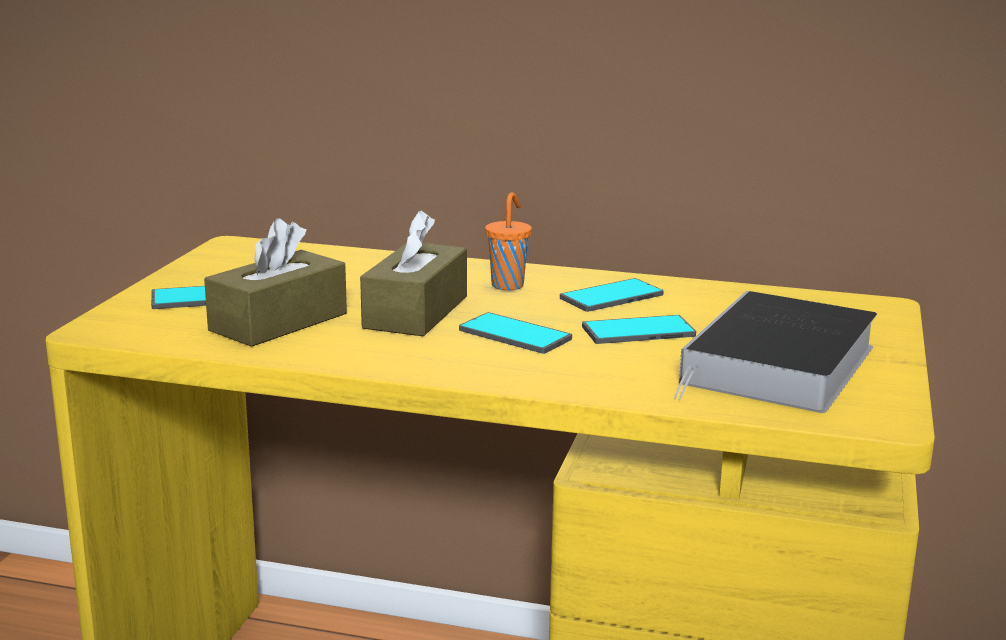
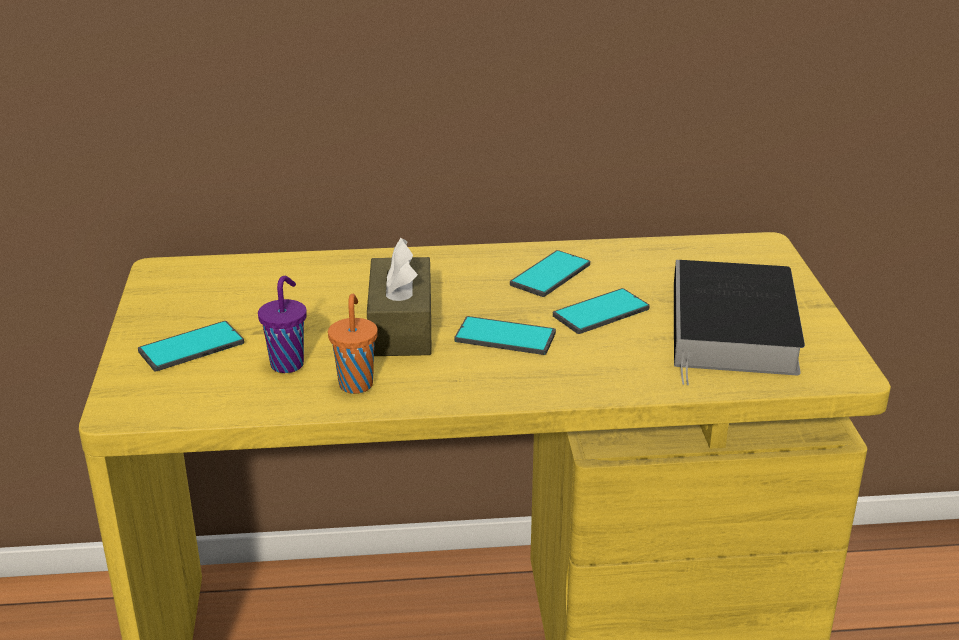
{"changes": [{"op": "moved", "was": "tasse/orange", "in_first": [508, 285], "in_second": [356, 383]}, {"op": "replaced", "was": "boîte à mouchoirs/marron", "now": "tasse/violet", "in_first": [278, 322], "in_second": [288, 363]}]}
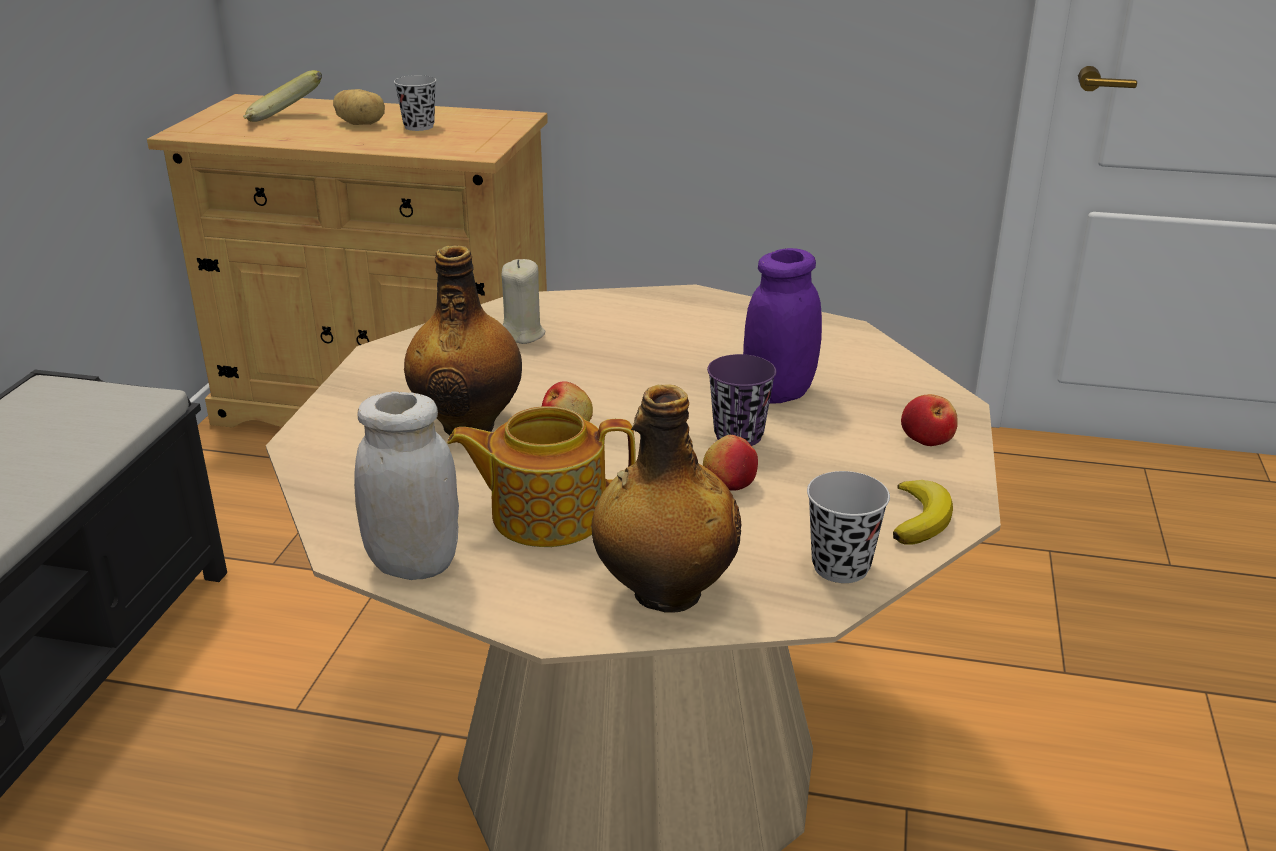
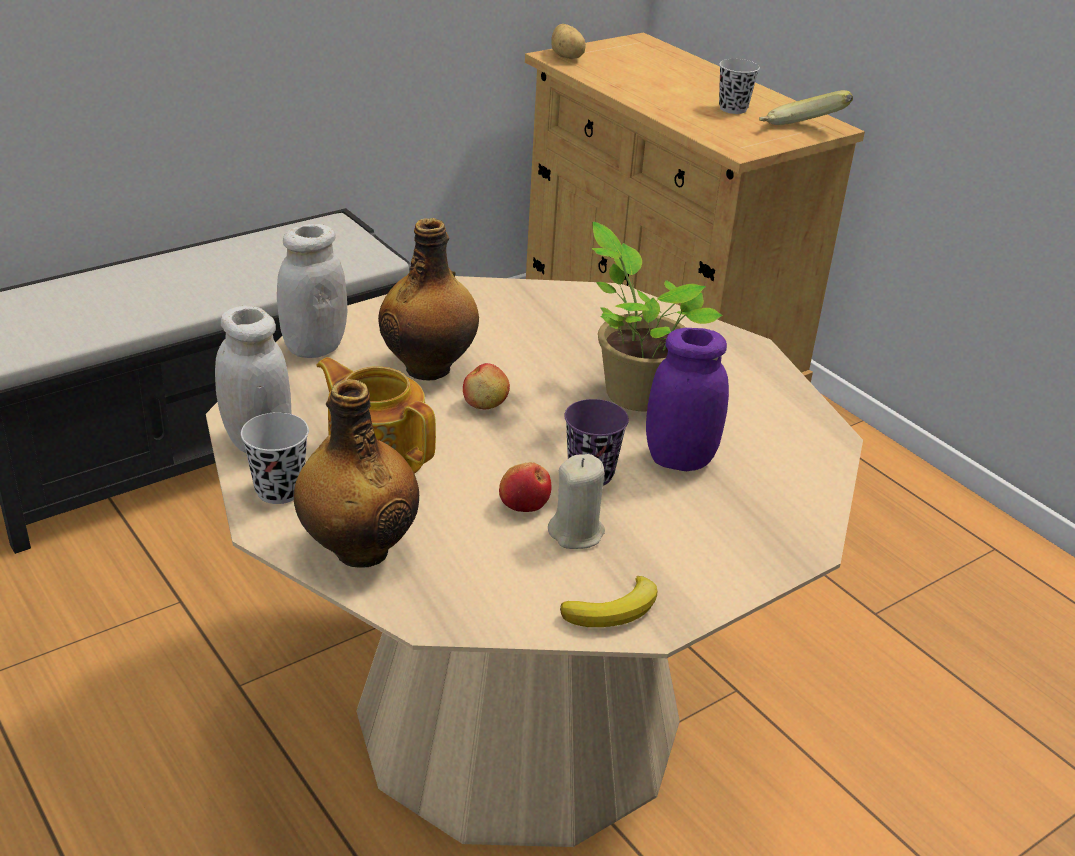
{"changes": [{"op": "moved", "was": "banane", "in_first": [284, 121], "in_second": [800, 131]}, {"op": "moved", "was": "pomme de terre", "in_first": [361, 124], "in_second": [567, 56]}, {"op": "moved", "was": "bougie/beige", "in_first": [522, 334], "in_second": [576, 533]}, {"op": "removed", "was": "pomme", "in_first": [927, 439]}, {"op": "moved", "was": "tasse/noir", "in_first": [840, 567], "in_second": [279, 490]}, {"op": "added", "now": "plante en pot", "in_second": [634, 392]}, {"op": "added", "now": "bocal/blanc", "in_second": [314, 347]}]}
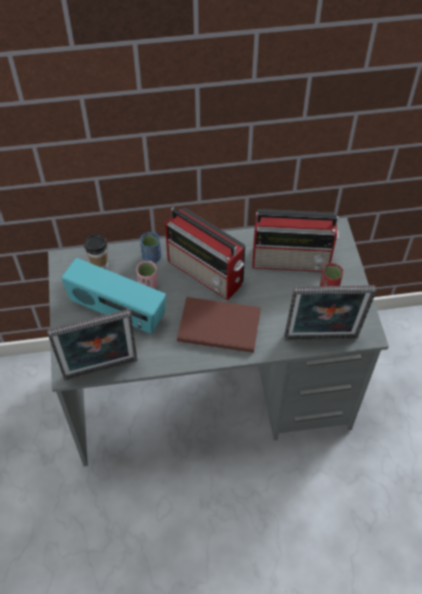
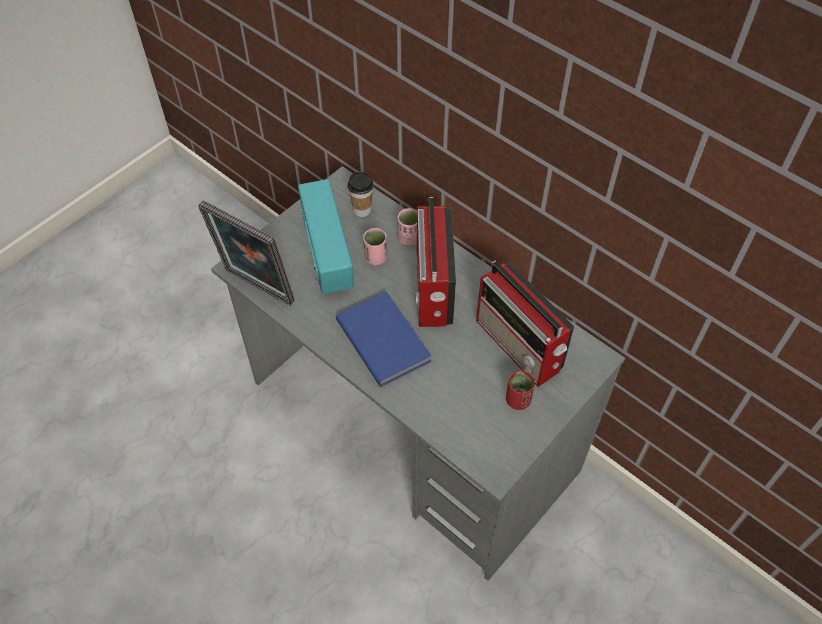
{"changes": [{"op": "recoloured", "was": "tasse/bleu", "now": "tasse/rose", "in_first": [151, 257], "in_second": [409, 238]}, {"op": "removed", "was": "cadre photo", "in_first": [321, 341]}, {"op": "recoloured", "was": "livre/marron", "now": "livre/bleu", "in_first": [218, 325], "in_second": [384, 339]}]}
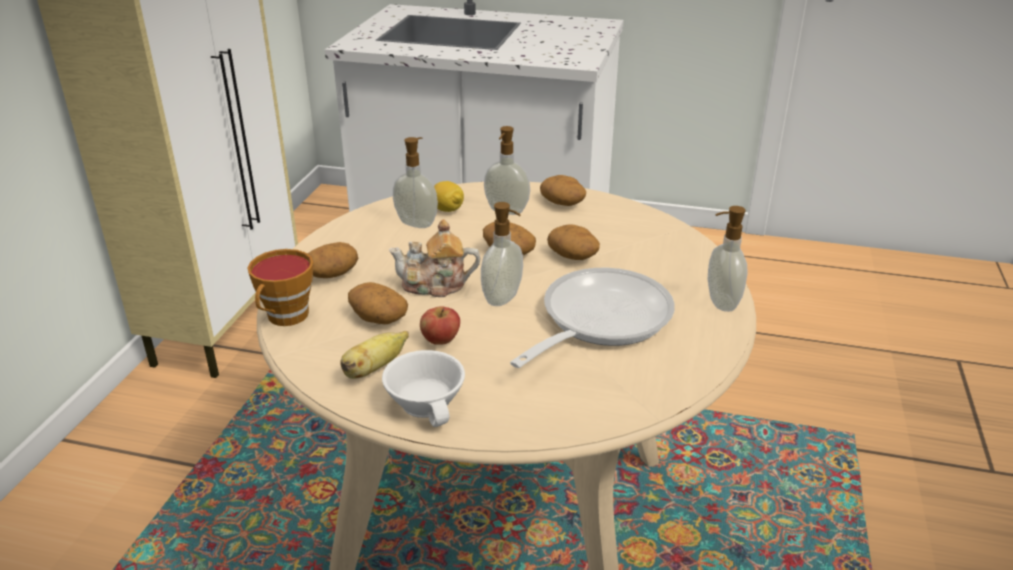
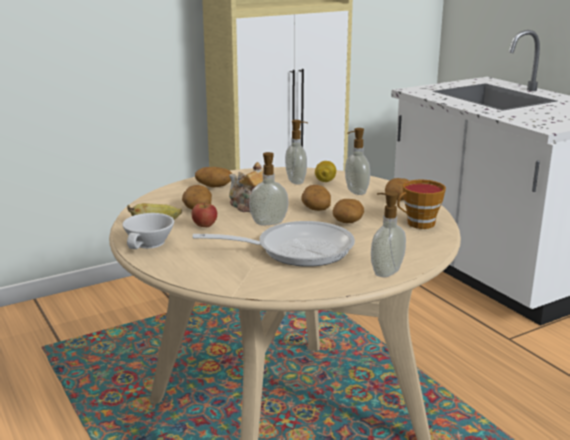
{"changes": [{"op": "moved", "was": "tasse", "in_first": [285, 318], "in_second": [418, 224]}]}
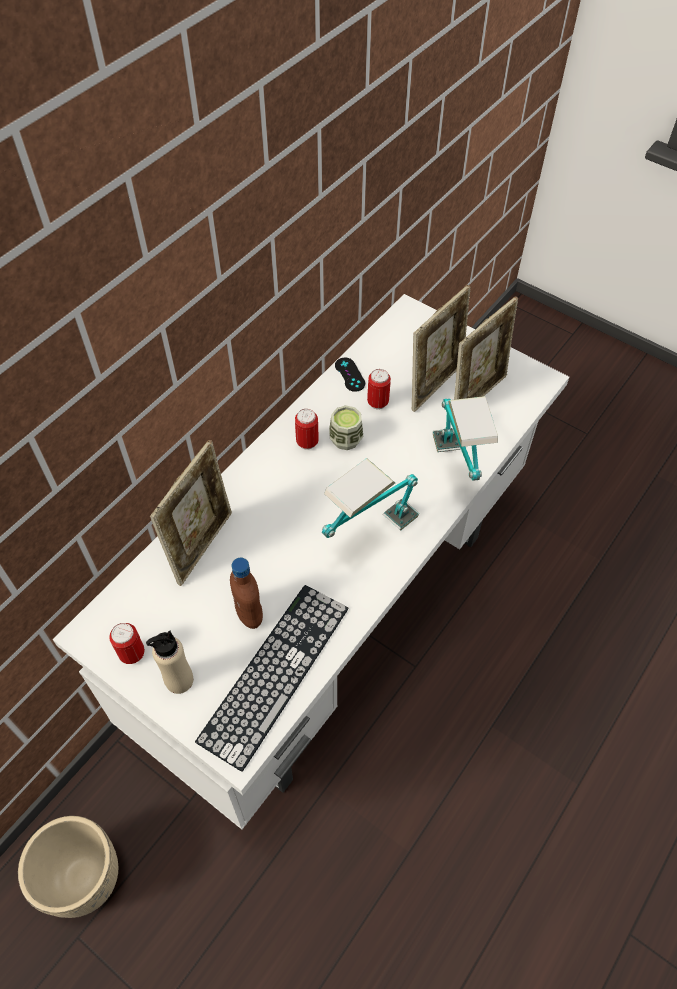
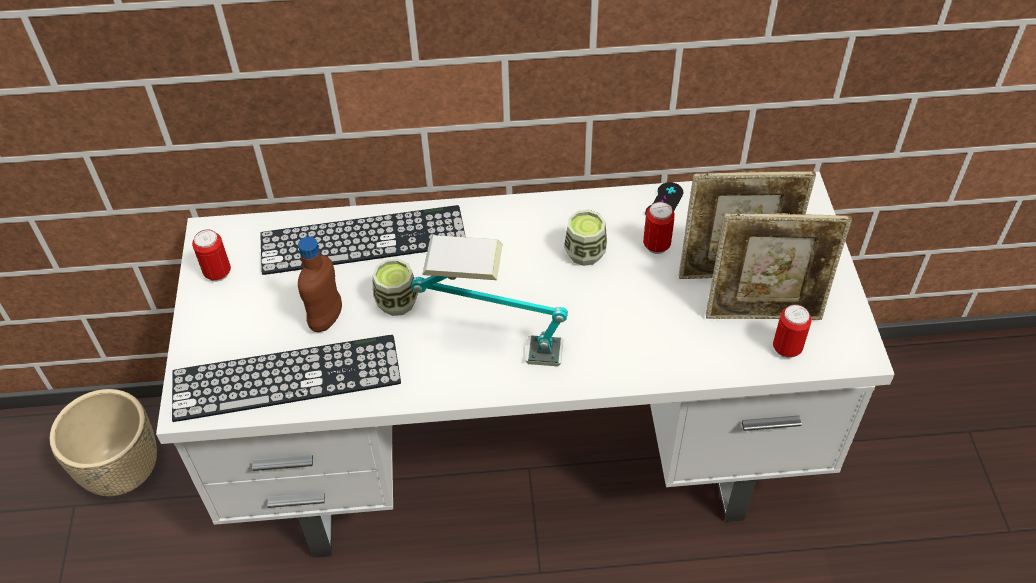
{"changes": [{"op": "removed", "was": "lampe de table", "in_first": [454, 473]}, {"op": "moved", "was": "boîte métallique", "in_first": [307, 442], "in_second": [786, 348]}, {"op": "replaced", "was": "cadre photo", "now": "clavier", "in_first": [202, 545], "in_second": [363, 240]}, {"op": "removed", "was": "bouteille/beige", "in_first": [179, 680]}, {"op": "added", "now": "tasse", "in_second": [397, 302]}]}
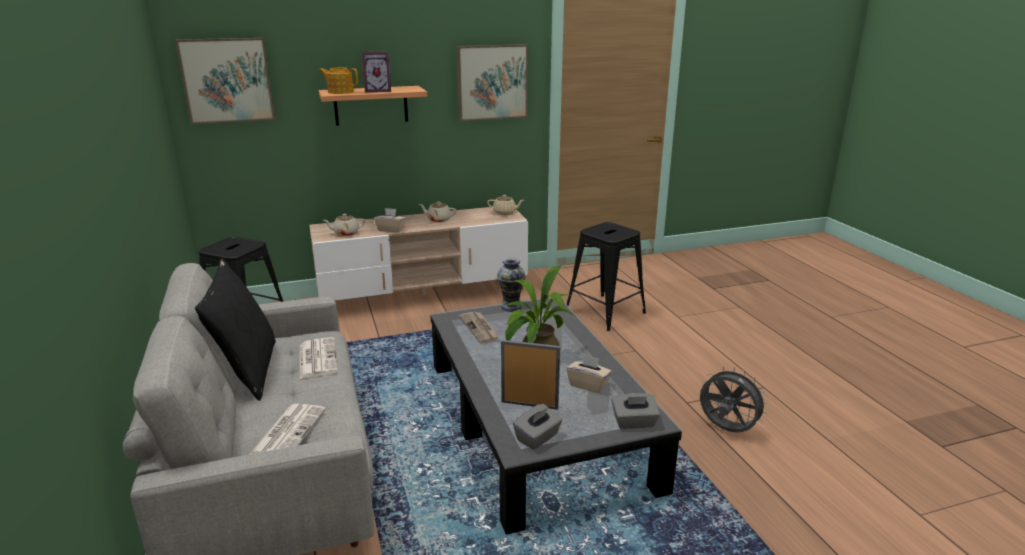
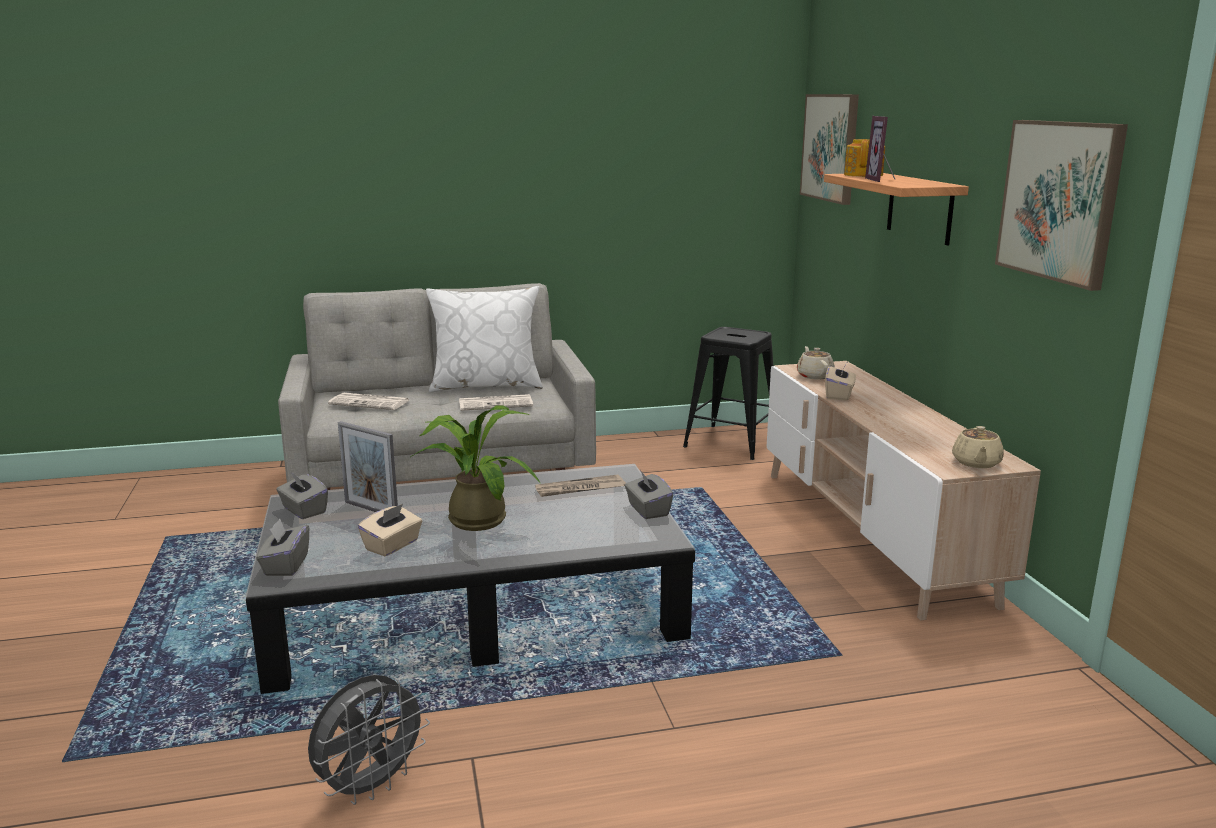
{"changes": [{"op": "removed", "was": "théière/beige", "in_first": [438, 220]}, {"op": "removed", "was": "tabouret/noir", "in_first": [605, 312]}, {"op": "recoloured", "was": "coussin/noir", "now": "coussin/blanc", "in_first": [247, 371], "in_second": [486, 385]}, {"op": "replaced", "was": "vase", "now": "boîte à mouchoirs/gris", "in_first": [511, 307], "in_second": [647, 510]}, {"op": "turned", "was": "cadre photo", "in_first": [529, 405], "in_second": [371, 509], "clockwise": 105}]}
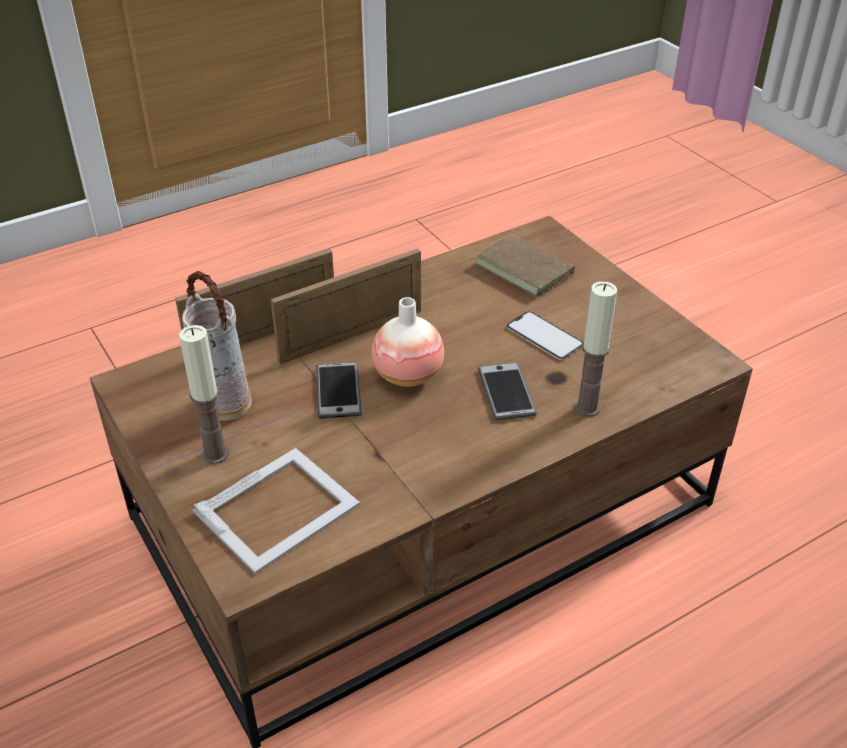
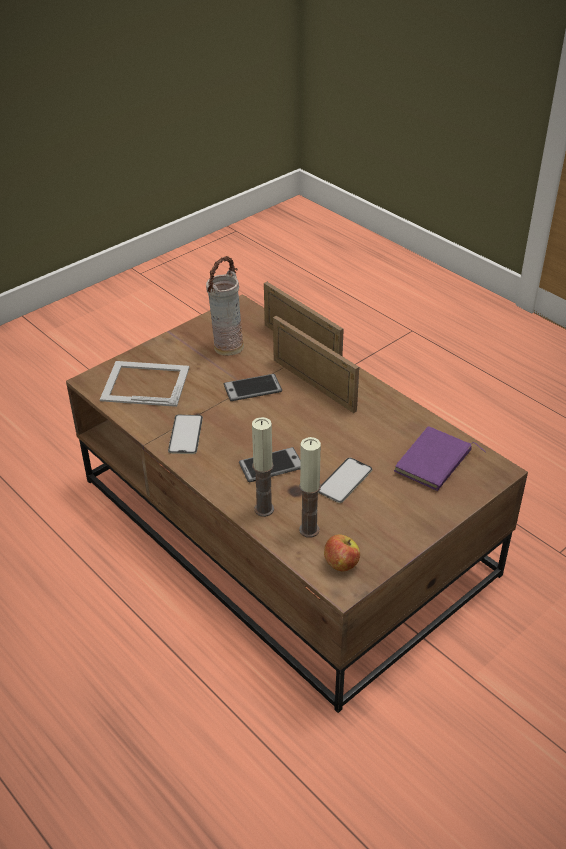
{"changes": [{"op": "recoloured", "was": "livre/marron", "now": "livre/violet", "in_first": [526, 268], "in_second": [435, 463]}, {"op": "removed", "was": "vase", "in_first": [408, 375]}, {"op": "moved", "was": "bougie", "in_first": [215, 454], "in_second": [309, 530]}, {"op": "turned", "was": "cadre photo", "in_first": [279, 508], "in_second": [144, 383], "clockwise": 150}, {"op": "added", "now": "téléphone", "in_second": [185, 434]}, {"op": "added", "now": "pomme", "in_second": [341, 564]}]}
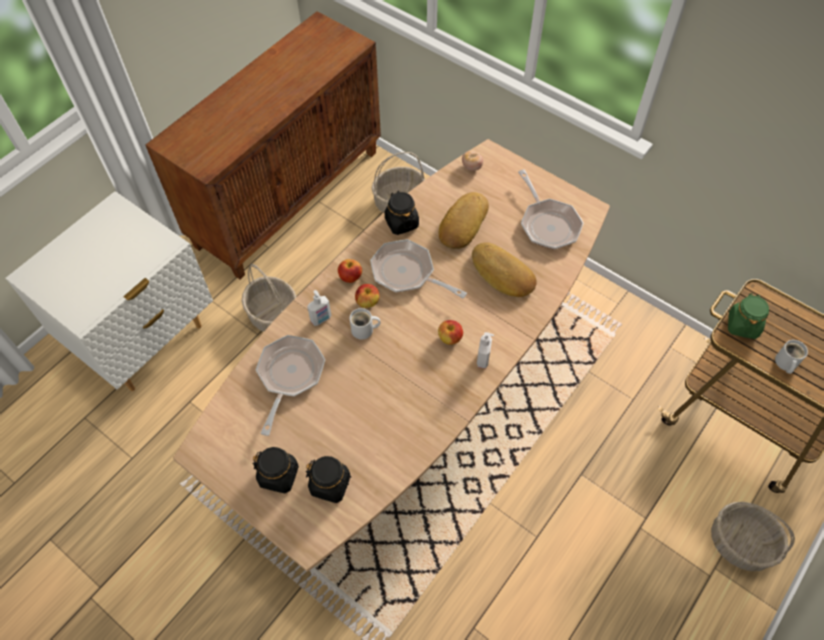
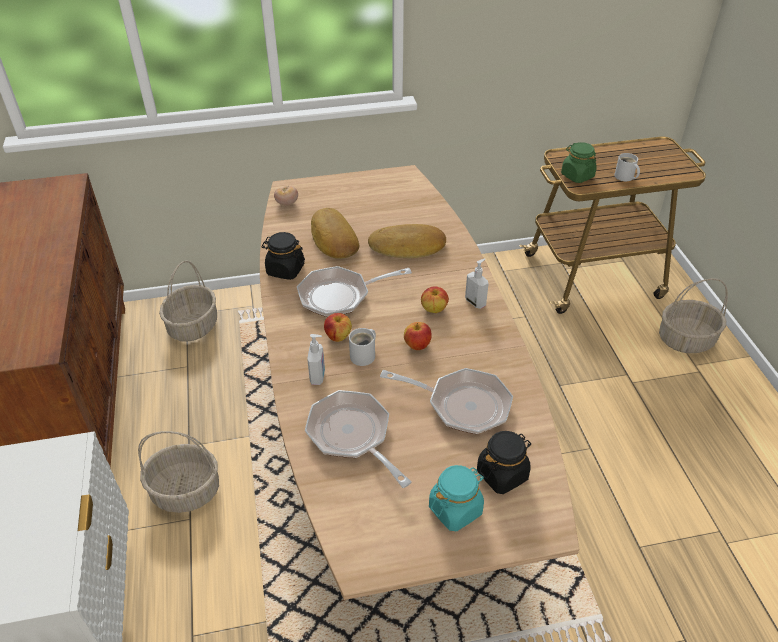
{"changes": [{"op": "moved", "was": "poêle", "in_first": [547, 224], "in_second": [462, 404]}, {"op": "moved", "was": "pomme", "in_first": [350, 277], "in_second": [417, 345]}, {"op": "recoloured", "was": "bocal/noir", "now": "bocal/turquoise", "in_first": [279, 475], "in_second": [455, 509]}]}
